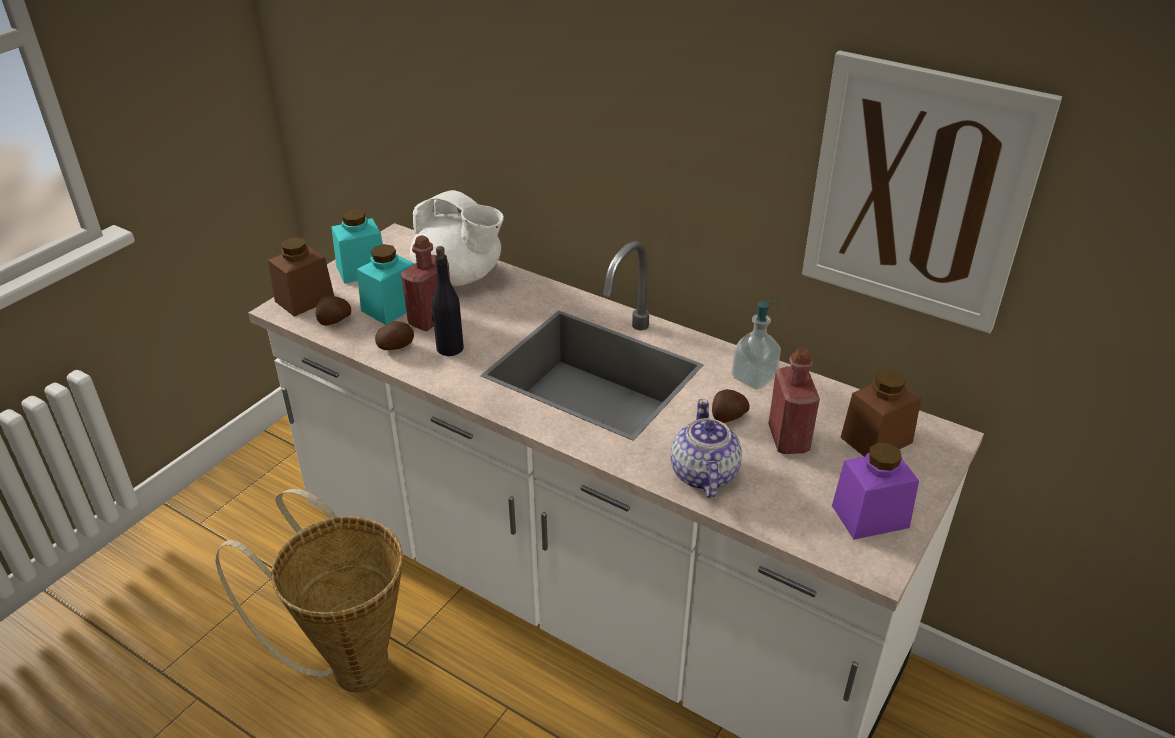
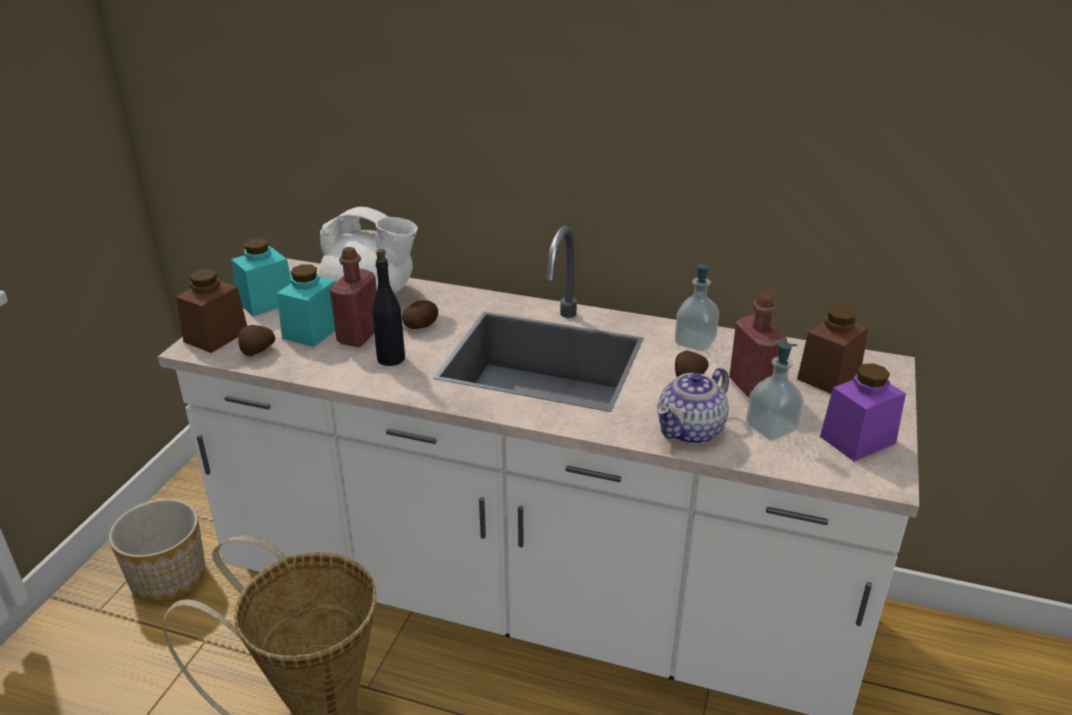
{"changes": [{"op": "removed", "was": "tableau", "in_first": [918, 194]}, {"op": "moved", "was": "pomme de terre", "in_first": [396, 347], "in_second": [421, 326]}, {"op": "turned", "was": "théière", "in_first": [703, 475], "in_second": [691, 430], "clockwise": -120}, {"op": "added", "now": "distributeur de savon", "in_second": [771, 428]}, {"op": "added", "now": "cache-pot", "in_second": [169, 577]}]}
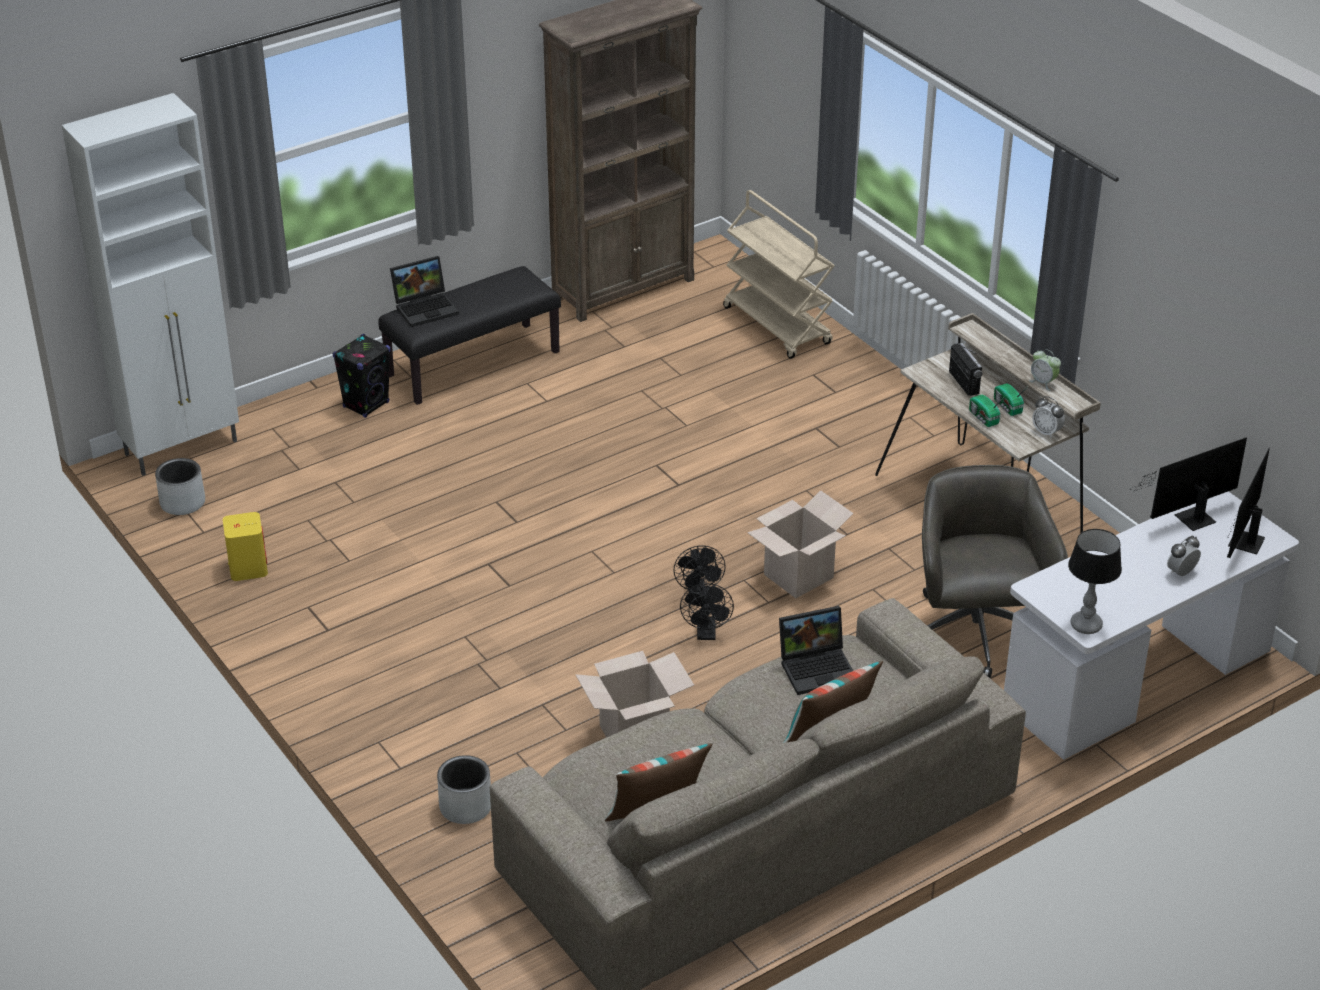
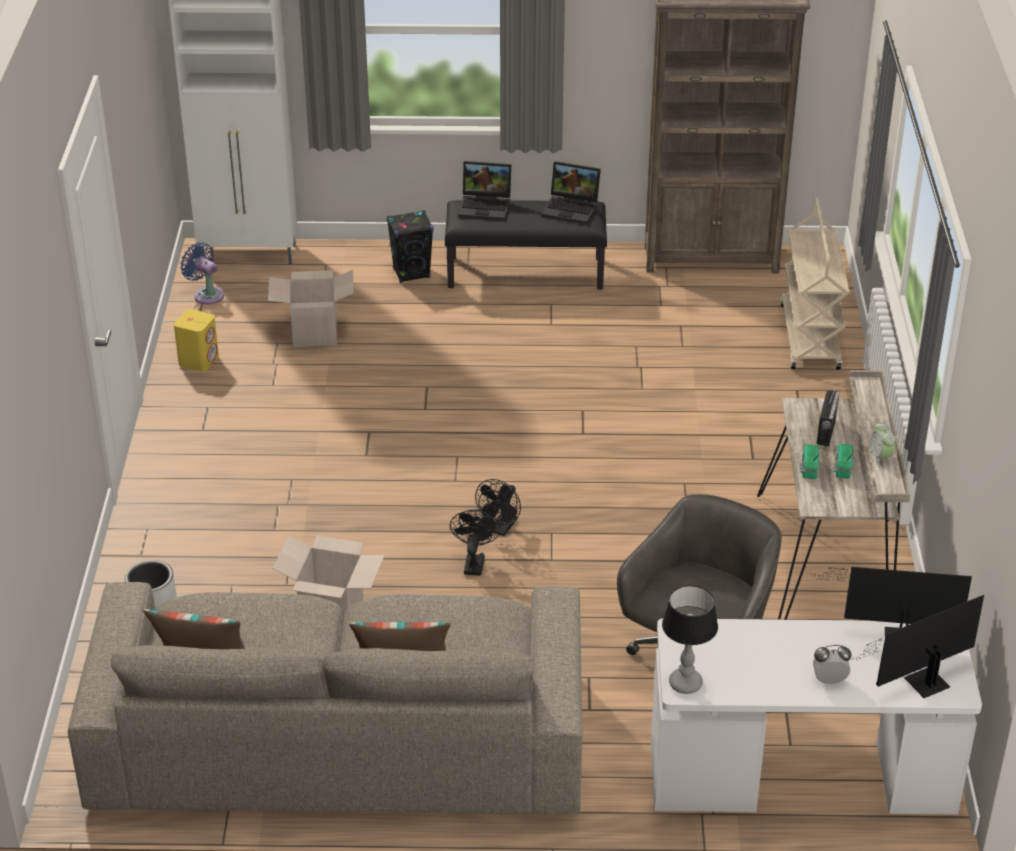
{"changes": [{"op": "removed", "was": "réveil", "in_first": [1046, 432]}, {"op": "replaced", "was": "cache-pot/gris", "now": "ventilateur/bleu", "in_first": [183, 503], "in_second": [206, 294]}, {"op": "moved", "was": "carton", "in_first": [798, 576], "in_second": [315, 334]}, {"op": "turned", "was": "ventilateur/noir", "in_first": [706, 634], "in_second": [474, 562], "clockwise": 150}, {"op": "moved", "was": "ordinateur portable", "in_first": [818, 667], "in_second": [572, 208]}]}
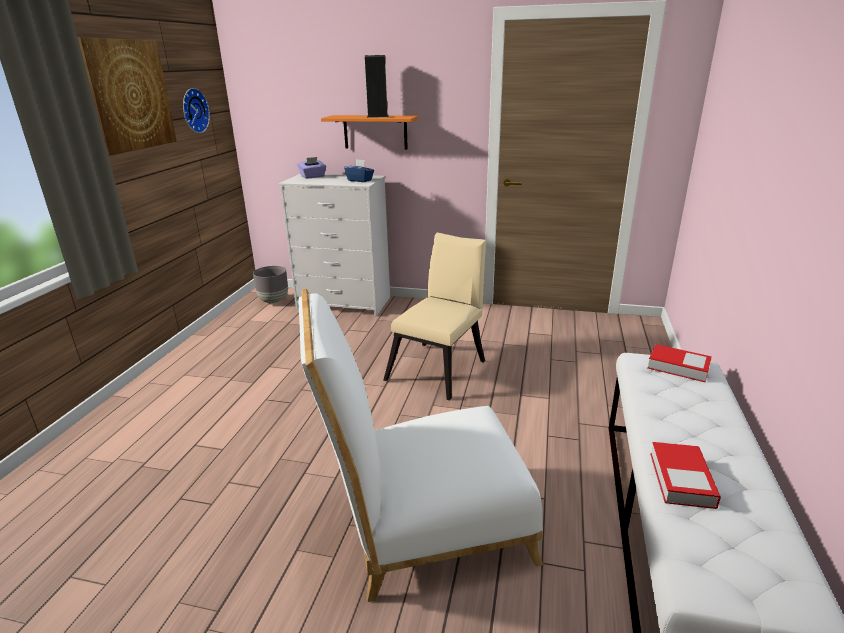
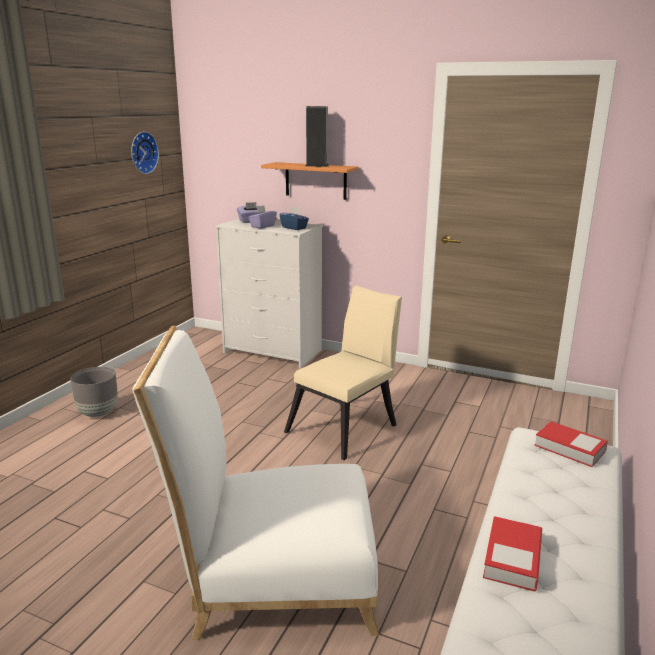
{"changes": [{"op": "removed", "was": "tableau", "in_first": [128, 95]}, {"op": "moved", "was": "cache-pot/gris", "in_first": [274, 301], "in_second": [99, 413]}, {"op": "added", "now": "boîte à mouchoirs/violet", "in_second": [262, 226]}]}
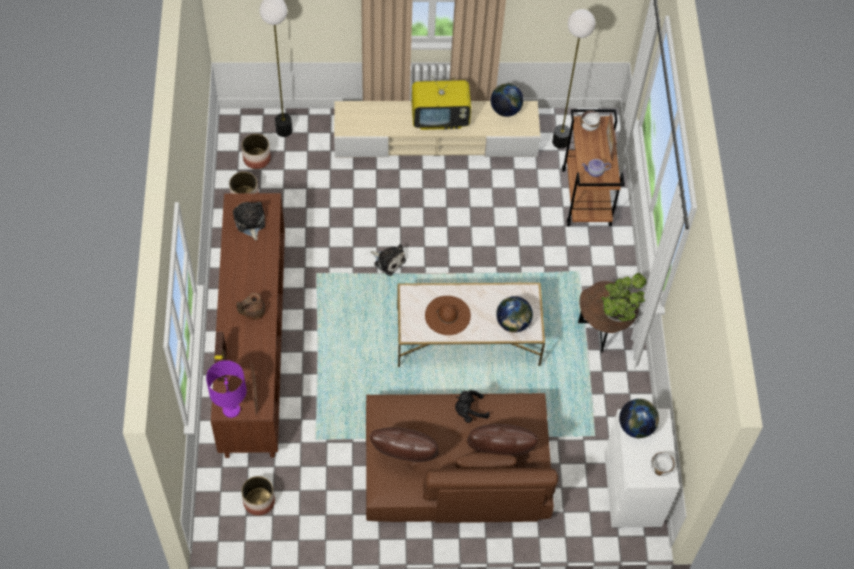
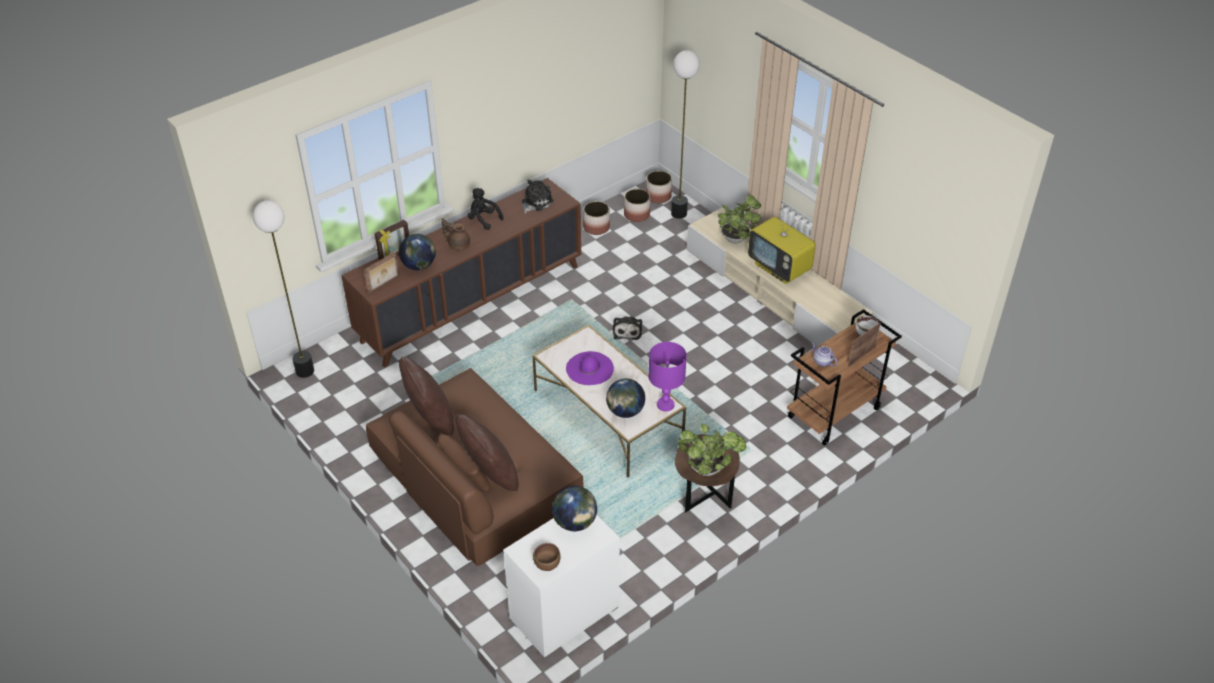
{"changes": [{"op": "moved", "was": "lampadaire", "in_first": [560, 142], "in_second": [304, 371]}, {"op": "moved", "was": "globe", "in_first": [505, 110], "in_second": [419, 266]}, {"op": "recoloured", "was": "chapeau/marron", "now": "chapeau/violet", "in_first": [447, 315], "in_second": [590, 368]}, {"op": "moved", "was": "lampe de table/violet", "in_first": [231, 409], "in_second": [665, 404]}, {"op": "moved", "was": "peluche/noir", "in_first": [469, 411], "in_second": [483, 219]}, {"op": "recoloured", "was": "bol/blanc", "now": "bol/marron", "in_first": [660, 468], "in_second": [547, 564]}, {"op": "moved", "was": "cache-pot", "in_first": [258, 501], "in_second": [658, 196]}, {"op": "added", "now": "plante en pot", "in_second": [736, 238]}]}
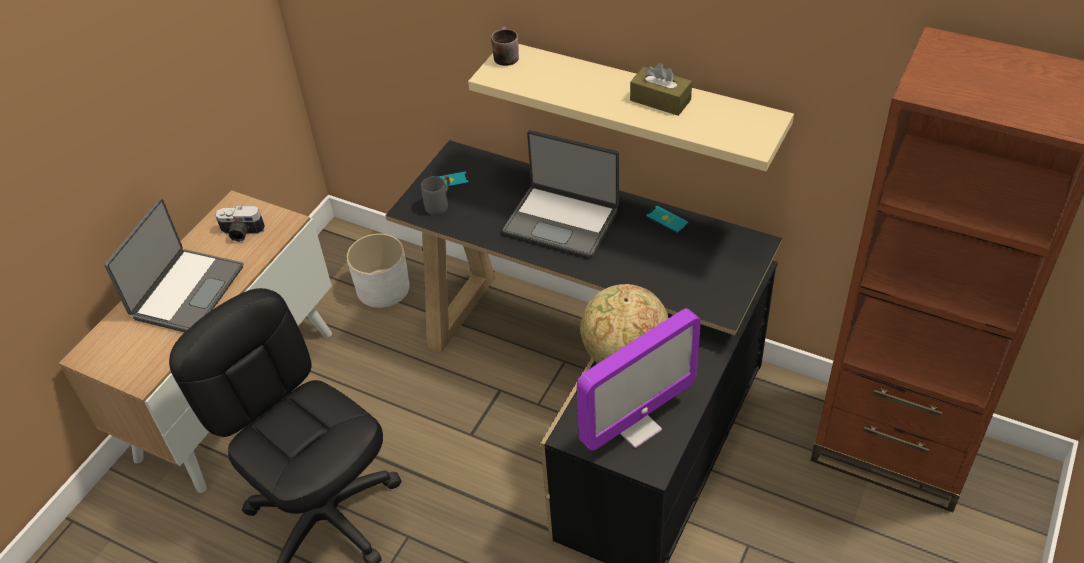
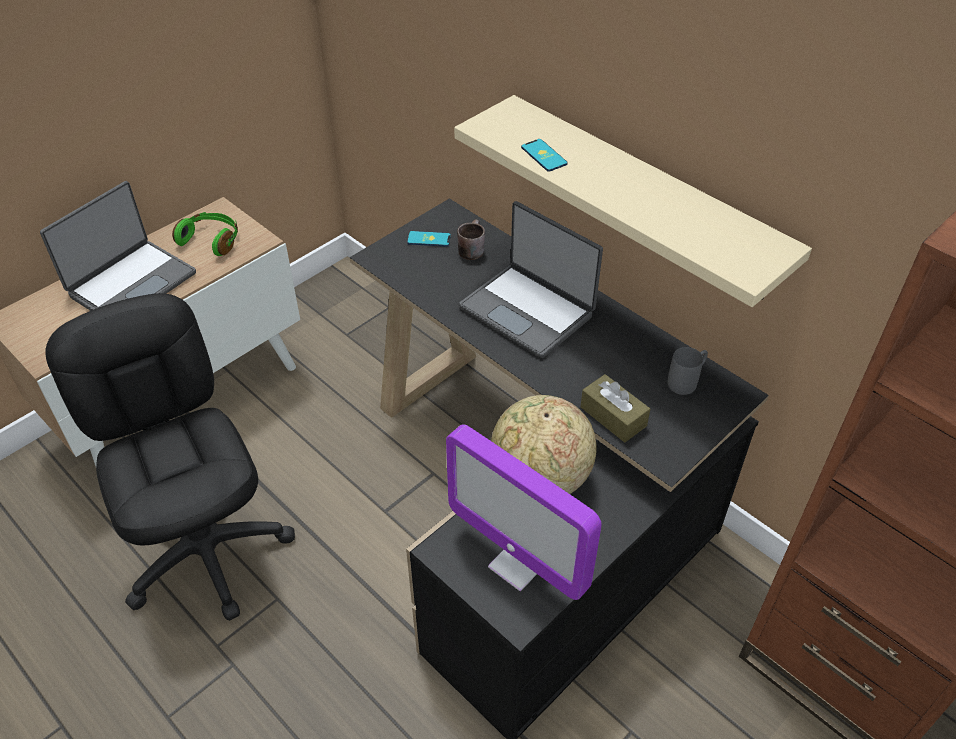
{"changes": [{"op": "moved", "was": "mug/marron", "in_first": [503, 56], "in_second": [470, 248]}, {"op": "moved", "was": "boîte à mouchoirs/marron", "in_first": [660, 100], "in_second": [613, 416]}, {"op": "moved", "was": "mug/gris", "in_first": [440, 204], "in_second": [687, 381]}, {"op": "replaced", "was": "appareil photo", "now": "casque audio/vert", "in_first": [241, 233], "in_second": [211, 240]}, {"op": "moved", "was": "téléphone", "in_first": [667, 220], "in_second": [544, 155]}, {"op": "removed", "was": "cache-pot/blanc", "in_first": [383, 288]}, {"op": "turned", "was": "écran d'ordinateur", "in_first": [635, 426], "in_second": [518, 564], "clockwise": 60}]}
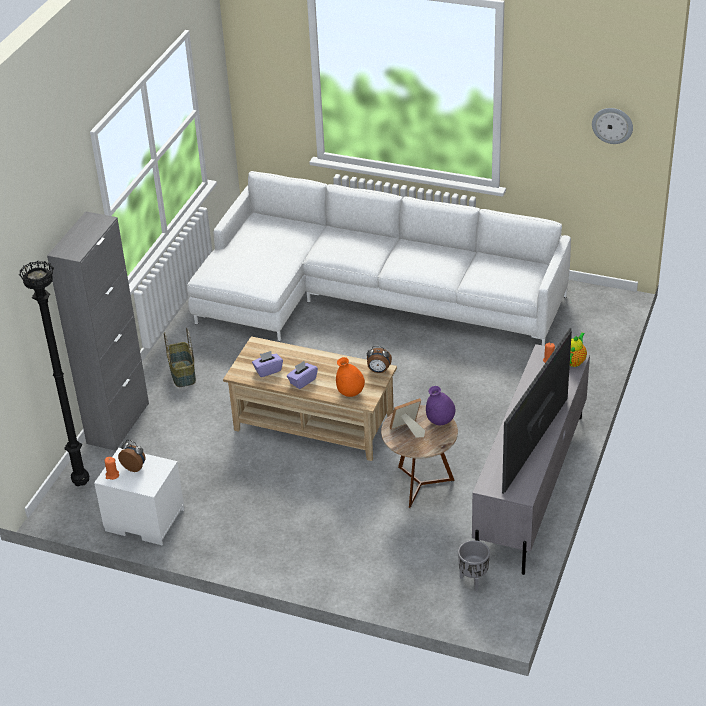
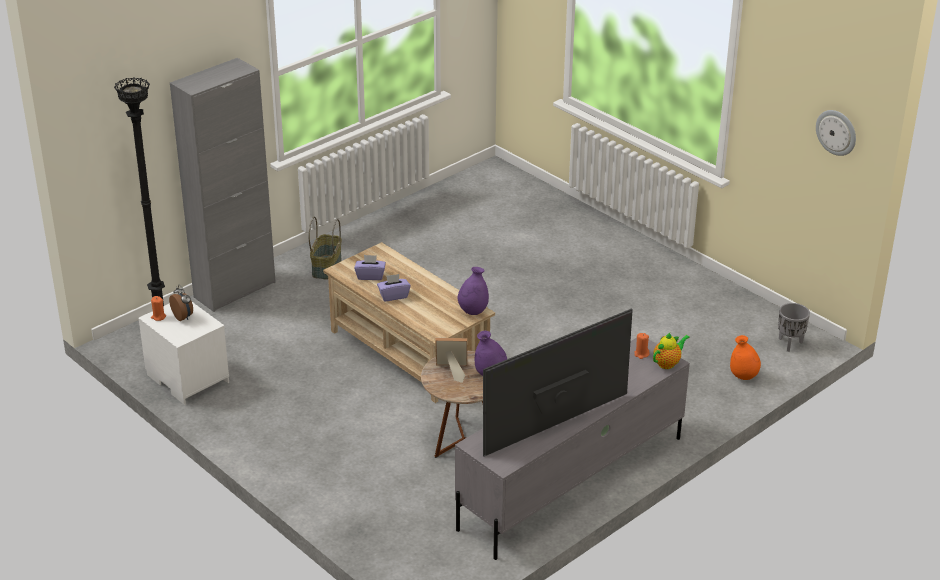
{"changes": [{"op": "removed", "was": "canapé/blanc", "in_first": [368, 296]}, {"op": "replaced", "was": "réveil", "now": "vase/violet", "in_first": [378, 371], "in_second": [473, 311]}, {"op": "moved", "was": "vase/orange", "in_first": [350, 393], "in_second": [743, 376]}, {"op": "moved", "was": "cache-pot/gris", "in_first": [473, 580], "in_second": [790, 344]}]}
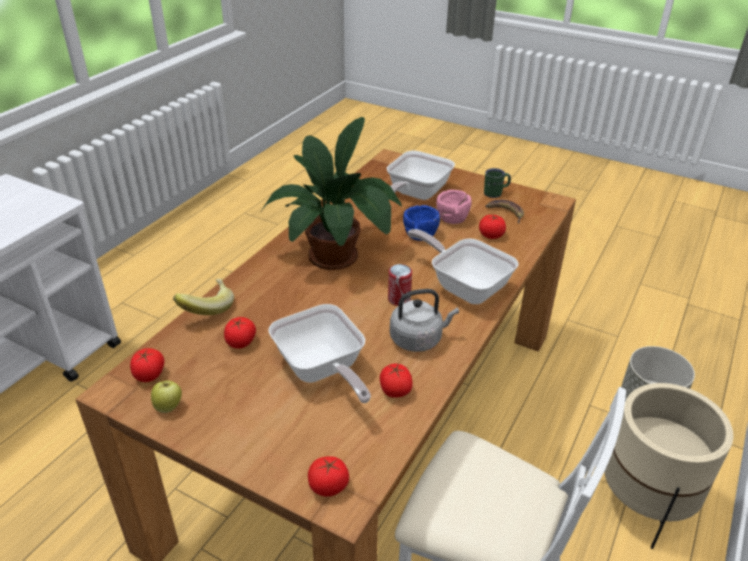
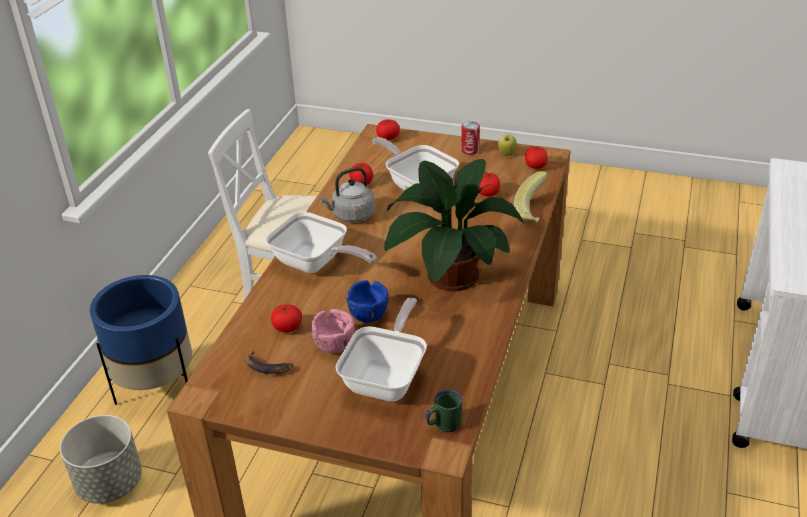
{"changes": [{"op": "moved", "was": "mug/vert", "in_first": [496, 193], "in_second": [443, 424]}, {"op": "moved", "was": "boîte métallique", "in_first": [399, 299], "in_second": [470, 150]}, {"op": "recoloured", "was": "cache-pot/beige", "now": "cache-pot/bleu", "in_first": [643, 505], "in_second": [156, 386]}]}
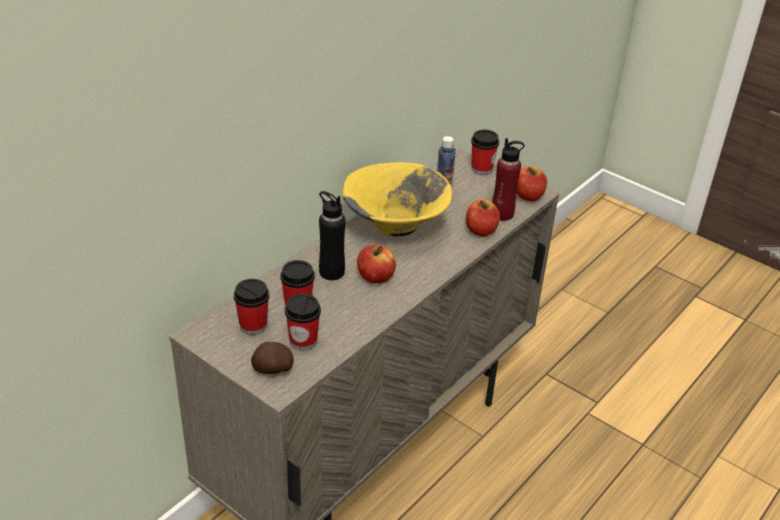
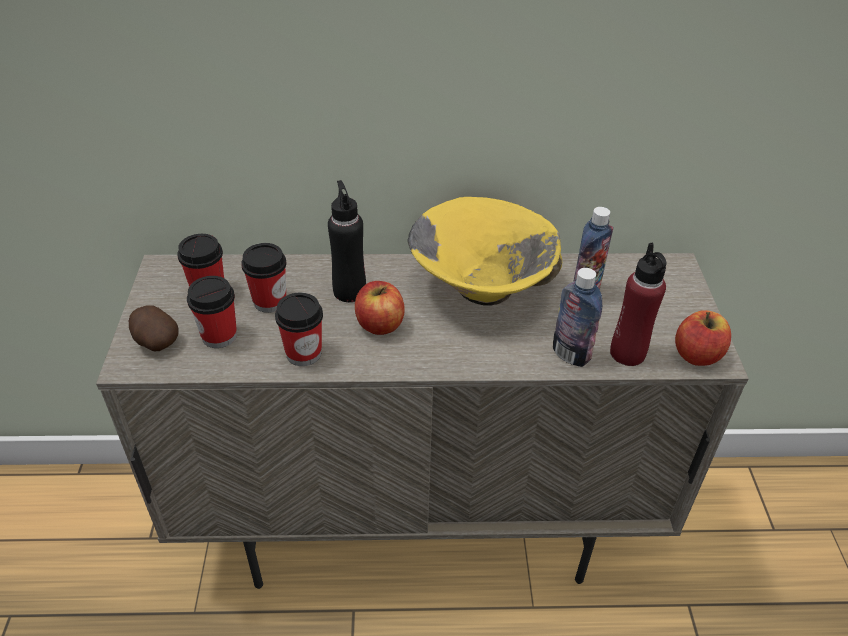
{"changes": [{"op": "moved", "was": "tasse", "in_first": [481, 169], "in_second": [303, 353]}, {"op": "replaced", "was": "pomme", "now": "bouteille", "in_first": [481, 230], "in_second": [570, 354]}]}
